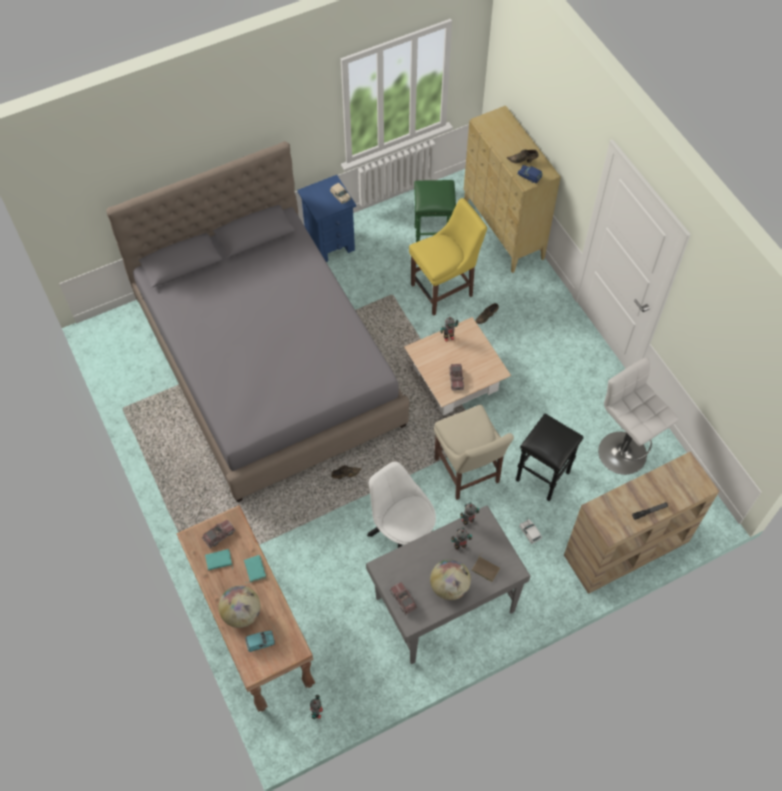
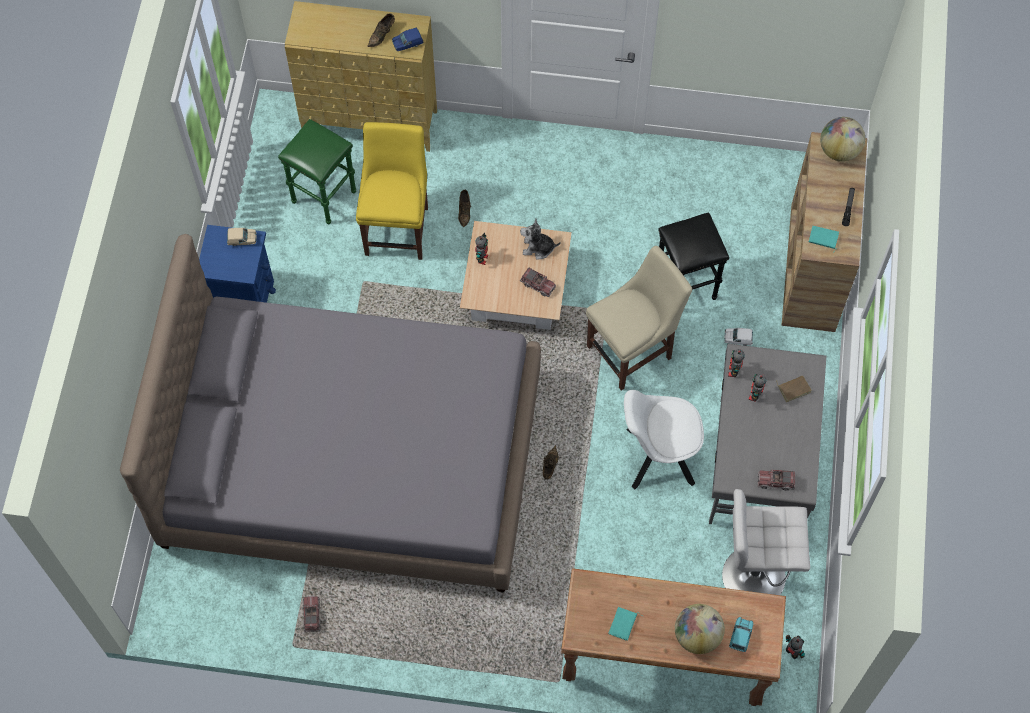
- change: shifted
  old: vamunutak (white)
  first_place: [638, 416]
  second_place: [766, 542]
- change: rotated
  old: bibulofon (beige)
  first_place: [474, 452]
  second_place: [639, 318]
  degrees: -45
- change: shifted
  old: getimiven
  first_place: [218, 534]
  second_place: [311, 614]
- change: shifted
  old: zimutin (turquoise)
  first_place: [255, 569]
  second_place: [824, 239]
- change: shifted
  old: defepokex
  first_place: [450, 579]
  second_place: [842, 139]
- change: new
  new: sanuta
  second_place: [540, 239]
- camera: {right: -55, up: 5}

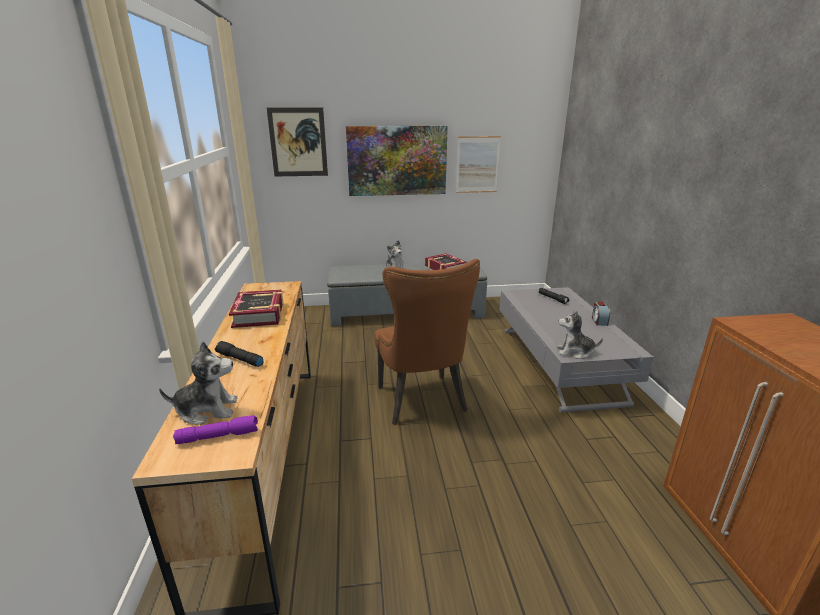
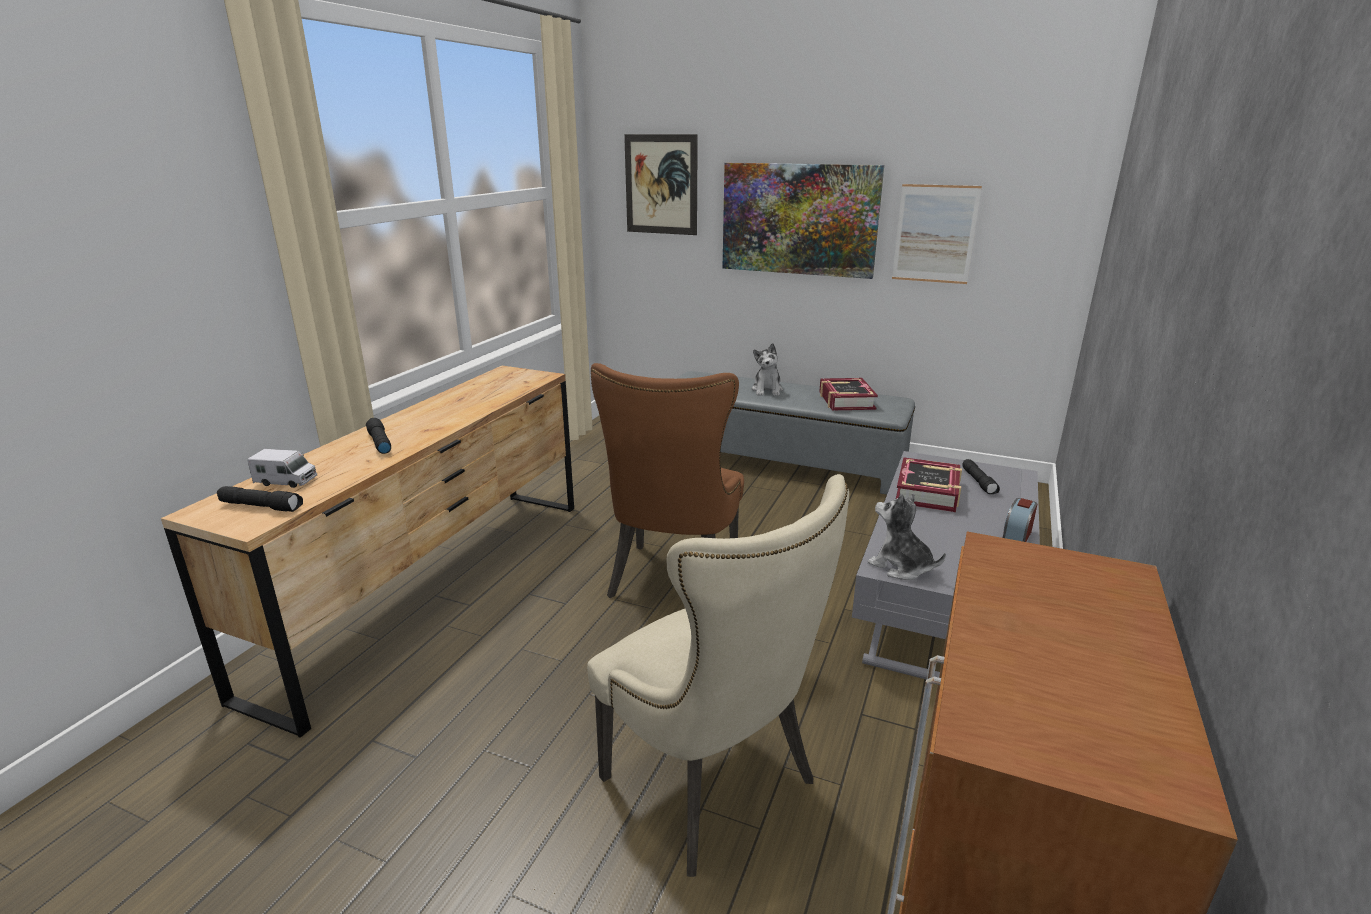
- change: shifted
  old: zimutin
  first_place: [256, 309]
  second_place: [929, 484]
- change: swapped
  old: sanuta
  new: getimiven
  first_place: [198, 383]
  second_place: [282, 468]
- change: repainted
  old: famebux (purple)
  new: famebux (black)
  first_place: [215, 429]
  second_place: [260, 499]
- change: new
  new: bibulofon (beige)
  second_place: [718, 675]
- camera: {right: 30, up: 0}

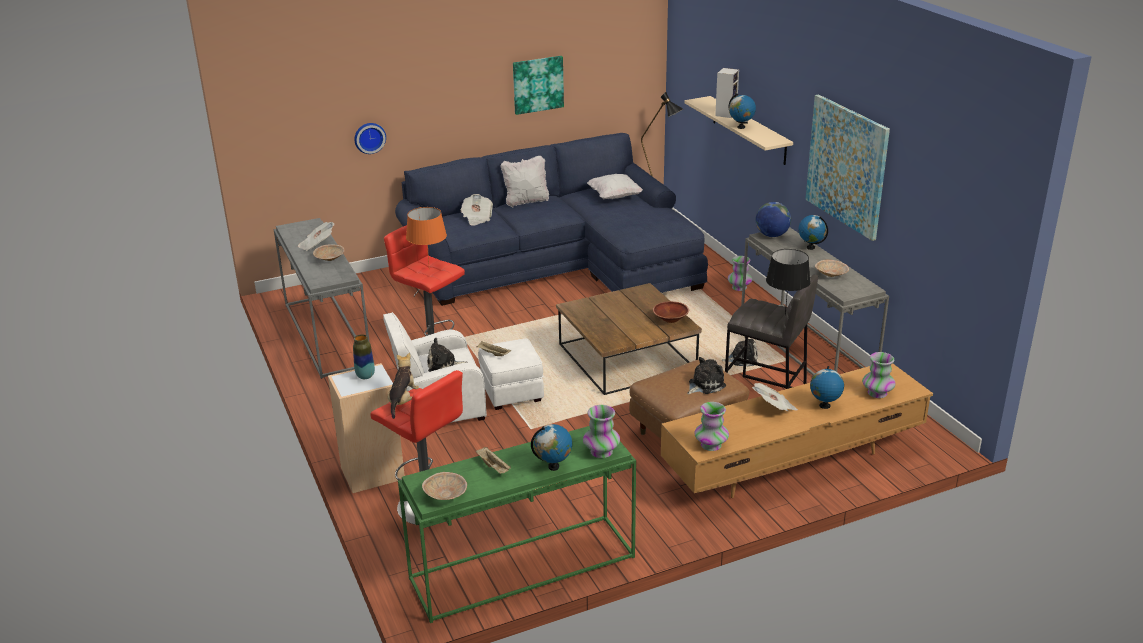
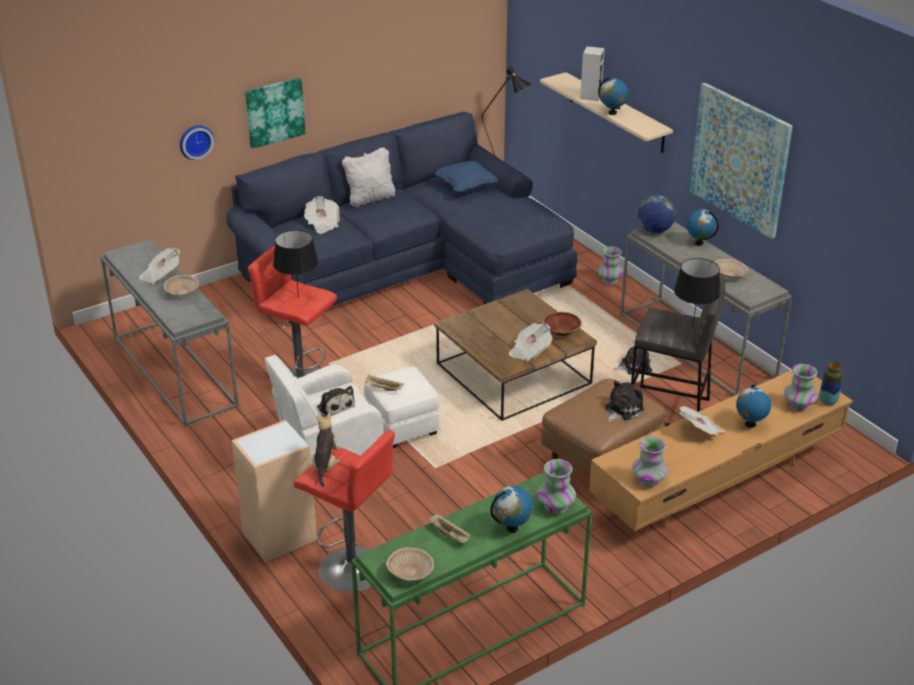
- change: shifted
  old: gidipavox
  first_place: [538, 85]
  second_place: [275, 113]
- change: repainted
  old: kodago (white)
  new: kodago (blue)
  first_place: [615, 186]
  second_place: [466, 177]
- change: repainted
  old: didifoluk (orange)
  new: didifoluk (black)
  first_place: [426, 238]
  second_place: [295, 264]
- change: shifted
  old: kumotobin
  first_place: [364, 356]
  second_place: [831, 384]
- change: rotated
  old: sanuta
  first_place: [447, 355]
  second_place: [336, 401]
  degrees: -105
- change: new
  new: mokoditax
  second_place: [531, 342]
- camera: {right: -10, up: 5}

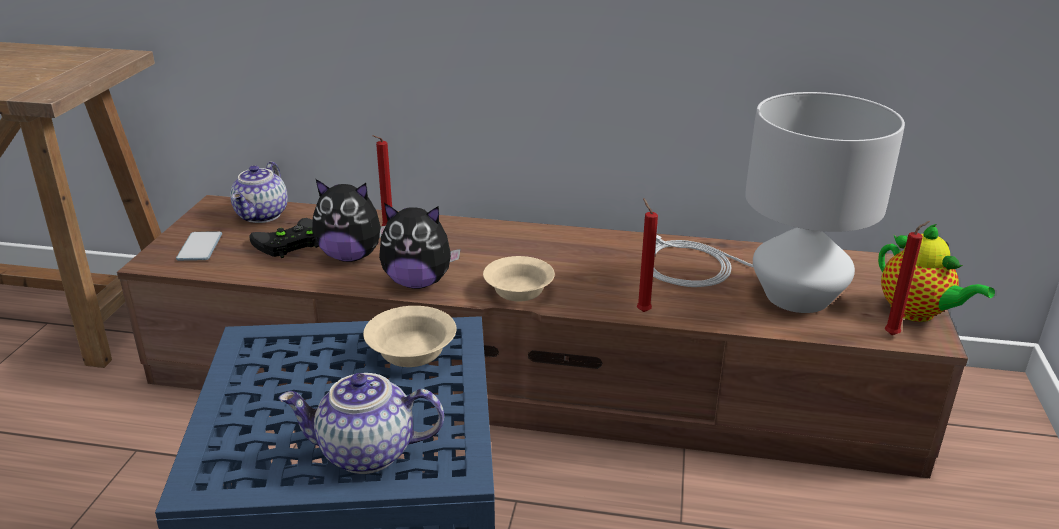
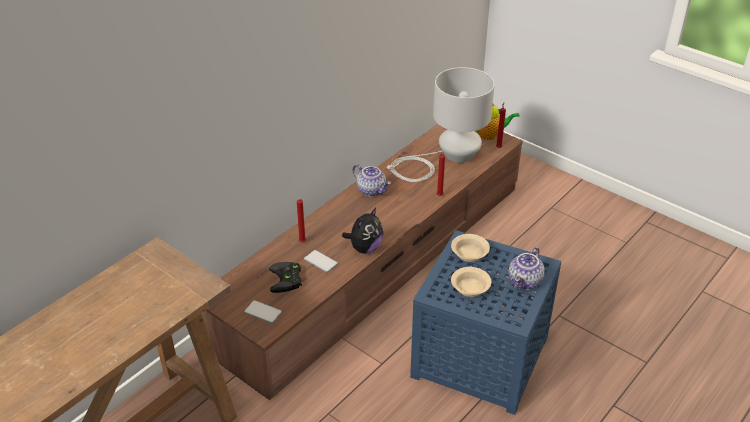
- change: shifted
  old: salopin
  first_place: [259, 192]
  second_place: [371, 180]
- change: swapped
  old: sanuta
  new: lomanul
  first_place: [348, 220]
  second_place: [321, 261]
- change: shifted
  old: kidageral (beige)
  first_place: [519, 278]
  second_place: [471, 282]
- camera: {right: -60, up: 10}

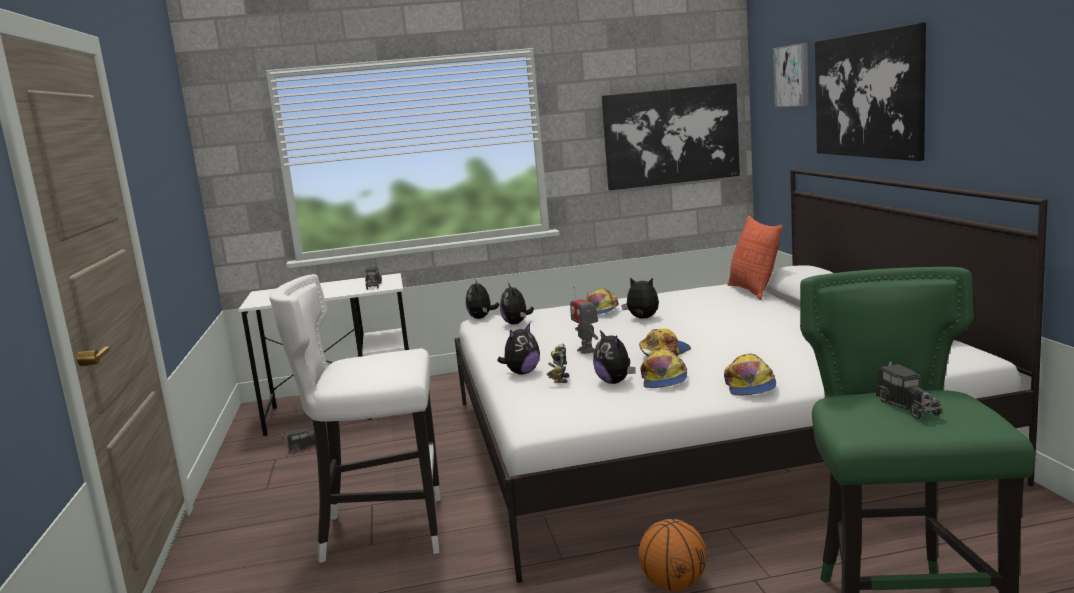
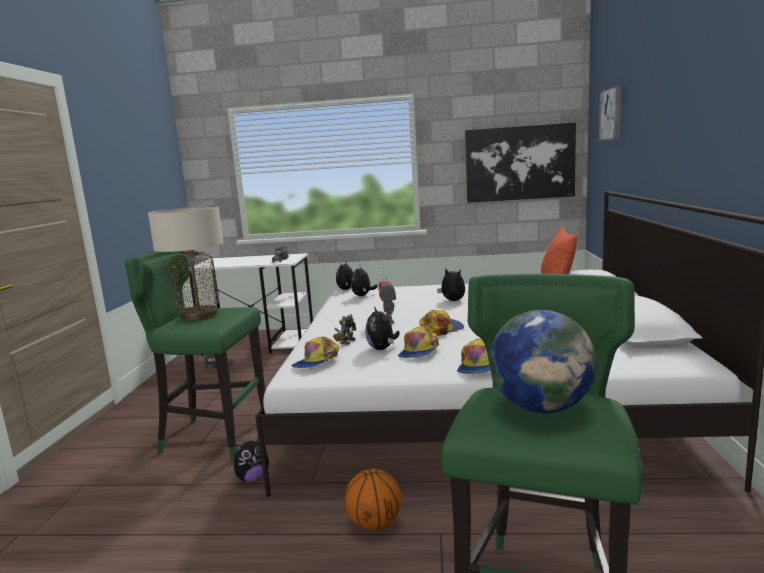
- change: gone
  old: gidipavox
  first_place: [870, 91]
- change: repainted
  old: vamunutak (white)
  new: vamunutak (green)
  first_place: [355, 418]
  second_place: [195, 356]
- change: shifted
  old: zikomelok
  first_place: [602, 302]
  second_place: [315, 352]
- change: shifted
  old: sanuta
  first_place: [518, 349]
  second_place: [251, 461]
- change: swapped
  old: getimiven
  new: defepokex
  first_place: [908, 390]
  second_place: [543, 361]
- change: new
  new: didifoluk
  second_place: [186, 263]
- camera: {right: 15, up: 0}

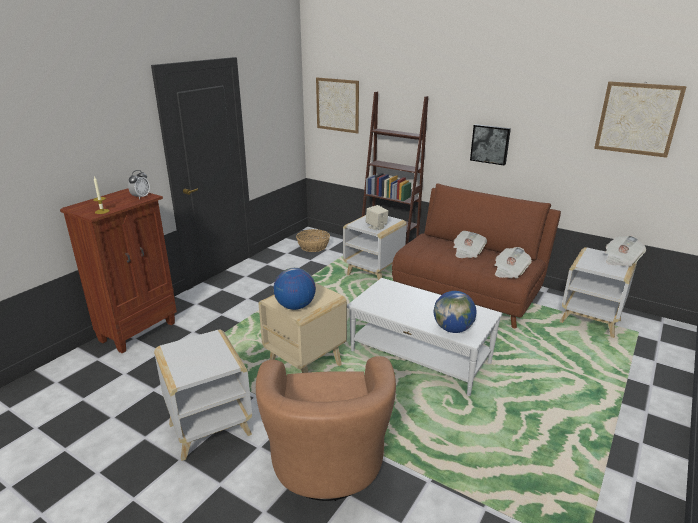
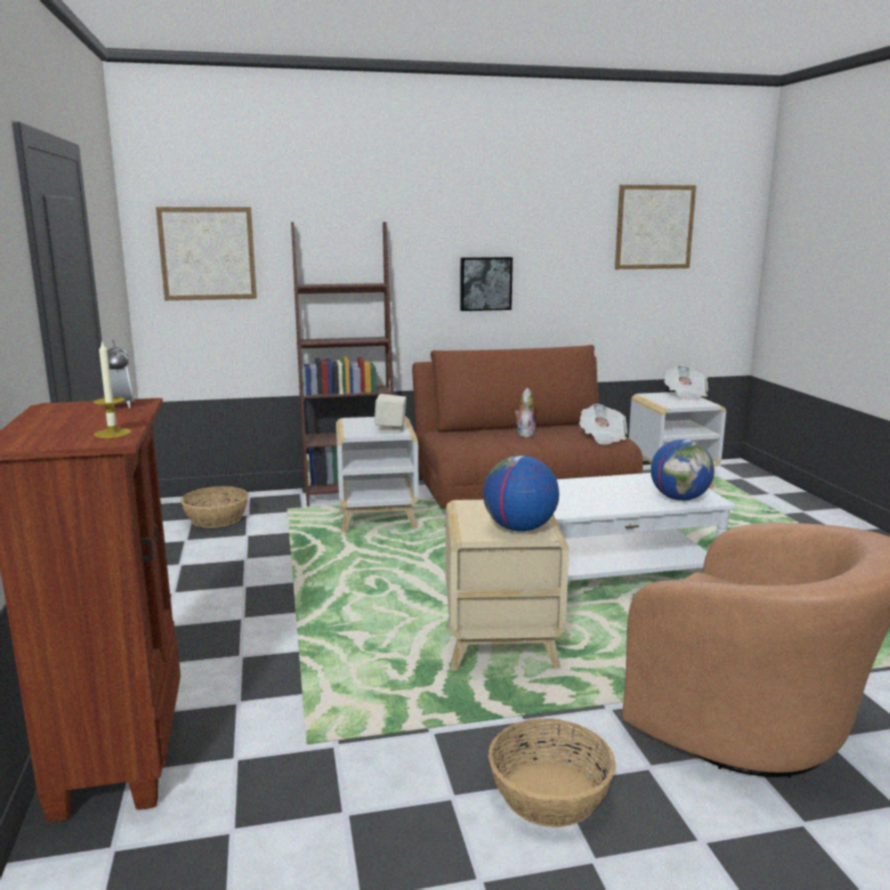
- change: swapped
  old: mokoditax
  new: sanuta
  first_place: [470, 244]
  second_place: [525, 412]
- change: swapped
  old: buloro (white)
  new: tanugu
  first_place: [203, 395]
  second_place: [551, 772]
- camera: {right: -45, up: -10}

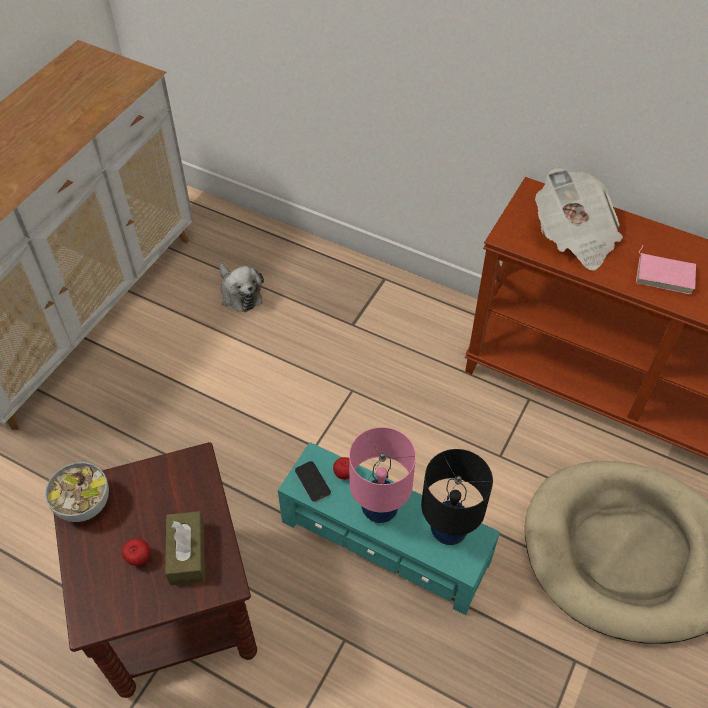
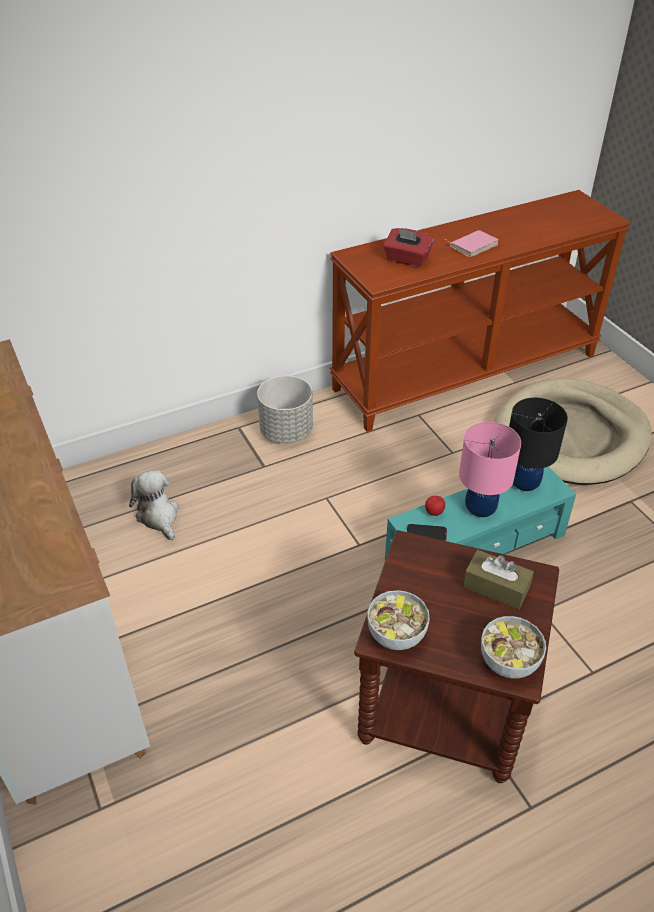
- change: swapped
  old: mokoditax
  new: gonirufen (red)
  first_place: [579, 218]
  second_place: [408, 247]
- change: rotated
  old: sanuta
  first_place: [241, 287]
  second_place: [154, 505]
  degrees: -120
- change: gone
  old: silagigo
  first_place: [136, 552]
- change: new
  new: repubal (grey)
  second_place: [285, 409]
- change: new
  new: kidageral
  second_place: [513, 647]
- camera: {right: -55, up: -10}

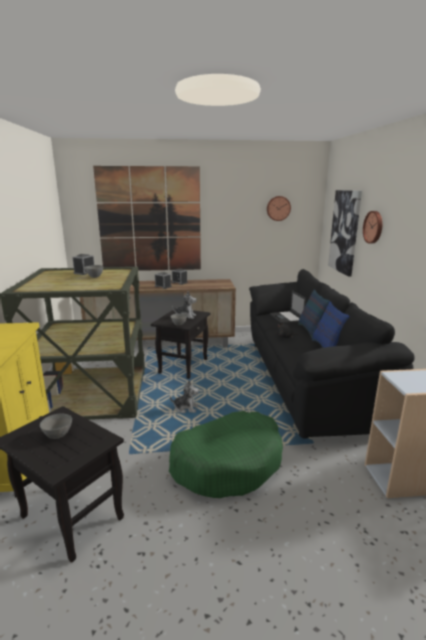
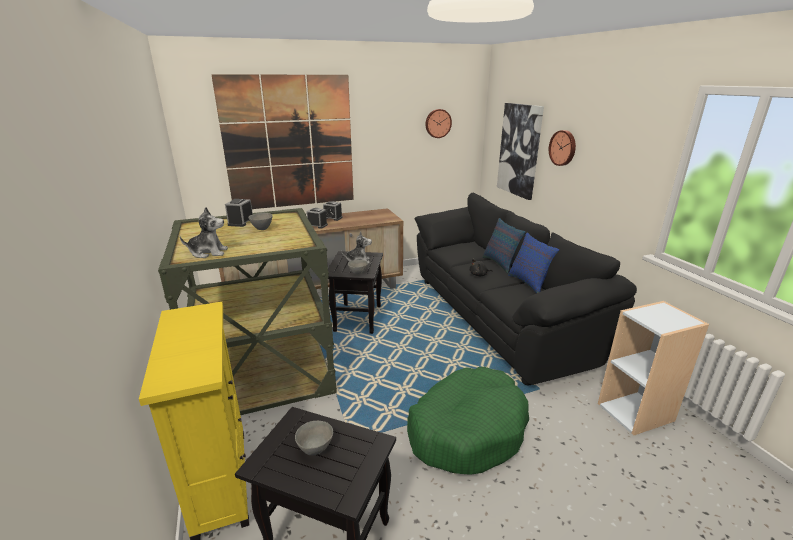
- change: gone
  old: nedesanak
  first_place: [288, 306]
- change: shifted
  old: sanuta
  first_place: [184, 396]
  second_place: [204, 232]
- camera: {right: -15, up: 5}

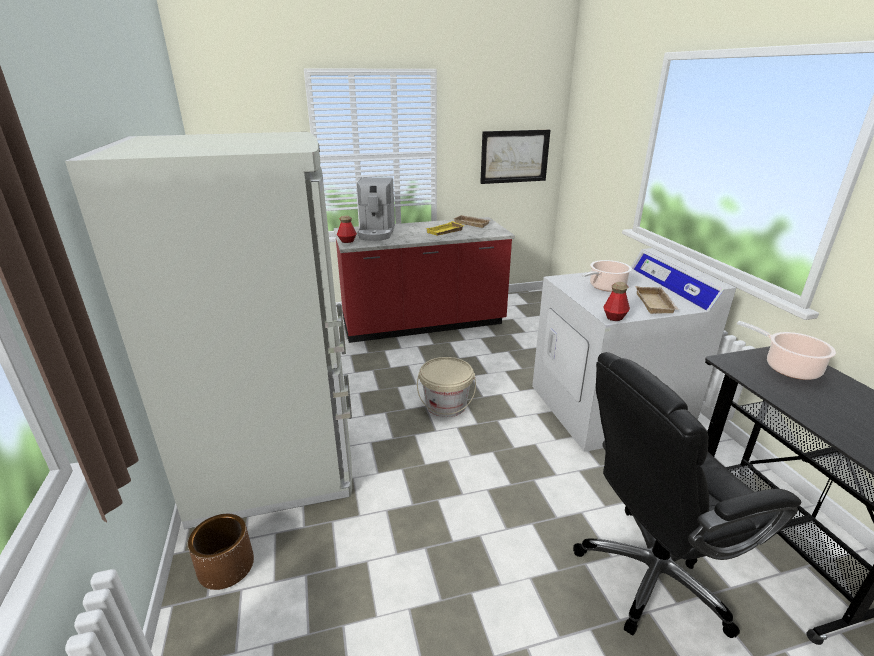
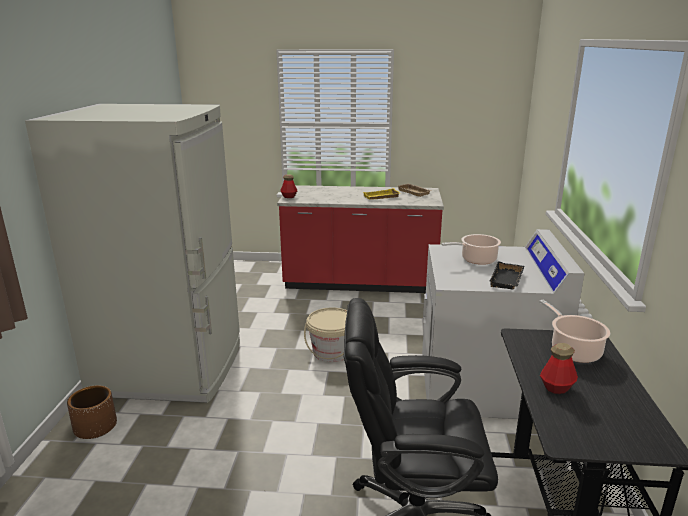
- change: gone
  old: gidipavox
  first_place: [515, 157]
- change: gone
  old: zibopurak
  first_place: [376, 209]
- change: shifted
  old: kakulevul
  first_place: [617, 301]
  second_place: [559, 368]
- change: repainted
  old: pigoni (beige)
  new: pigoni (black)
  first_place: [657, 300]
  second_place: [507, 275]
- camera: {right: 20, up: -5}

